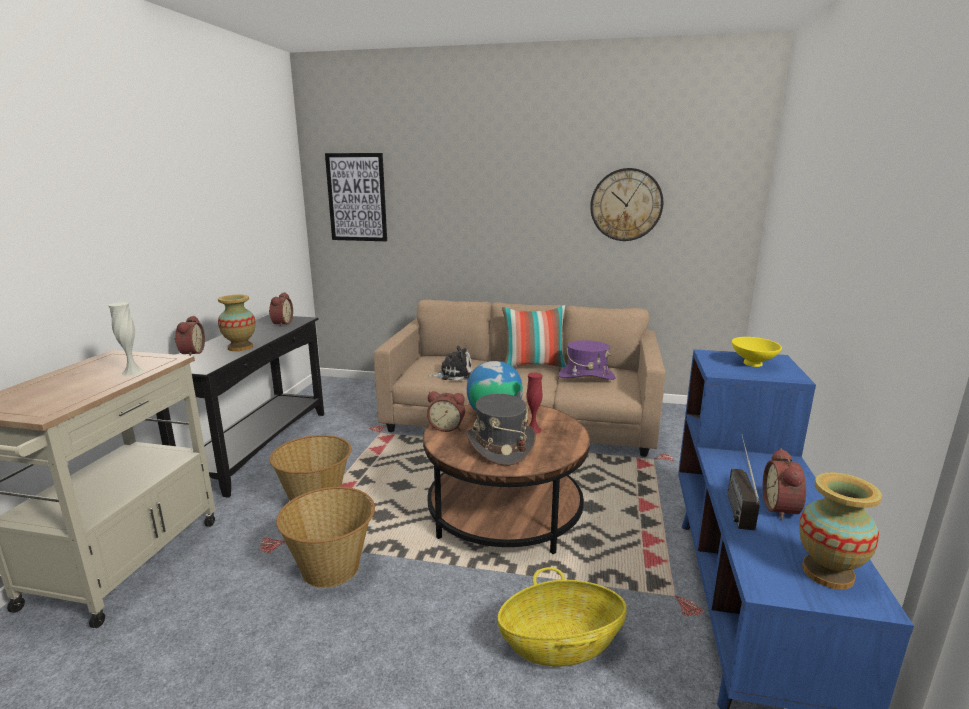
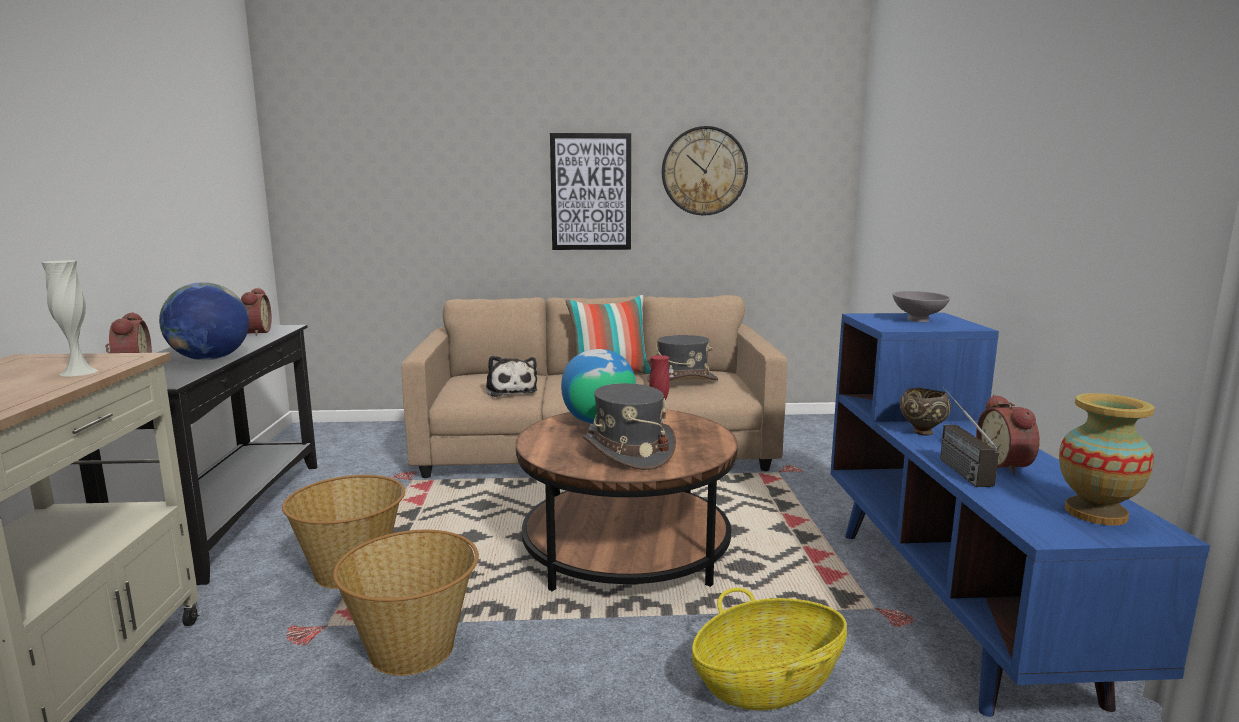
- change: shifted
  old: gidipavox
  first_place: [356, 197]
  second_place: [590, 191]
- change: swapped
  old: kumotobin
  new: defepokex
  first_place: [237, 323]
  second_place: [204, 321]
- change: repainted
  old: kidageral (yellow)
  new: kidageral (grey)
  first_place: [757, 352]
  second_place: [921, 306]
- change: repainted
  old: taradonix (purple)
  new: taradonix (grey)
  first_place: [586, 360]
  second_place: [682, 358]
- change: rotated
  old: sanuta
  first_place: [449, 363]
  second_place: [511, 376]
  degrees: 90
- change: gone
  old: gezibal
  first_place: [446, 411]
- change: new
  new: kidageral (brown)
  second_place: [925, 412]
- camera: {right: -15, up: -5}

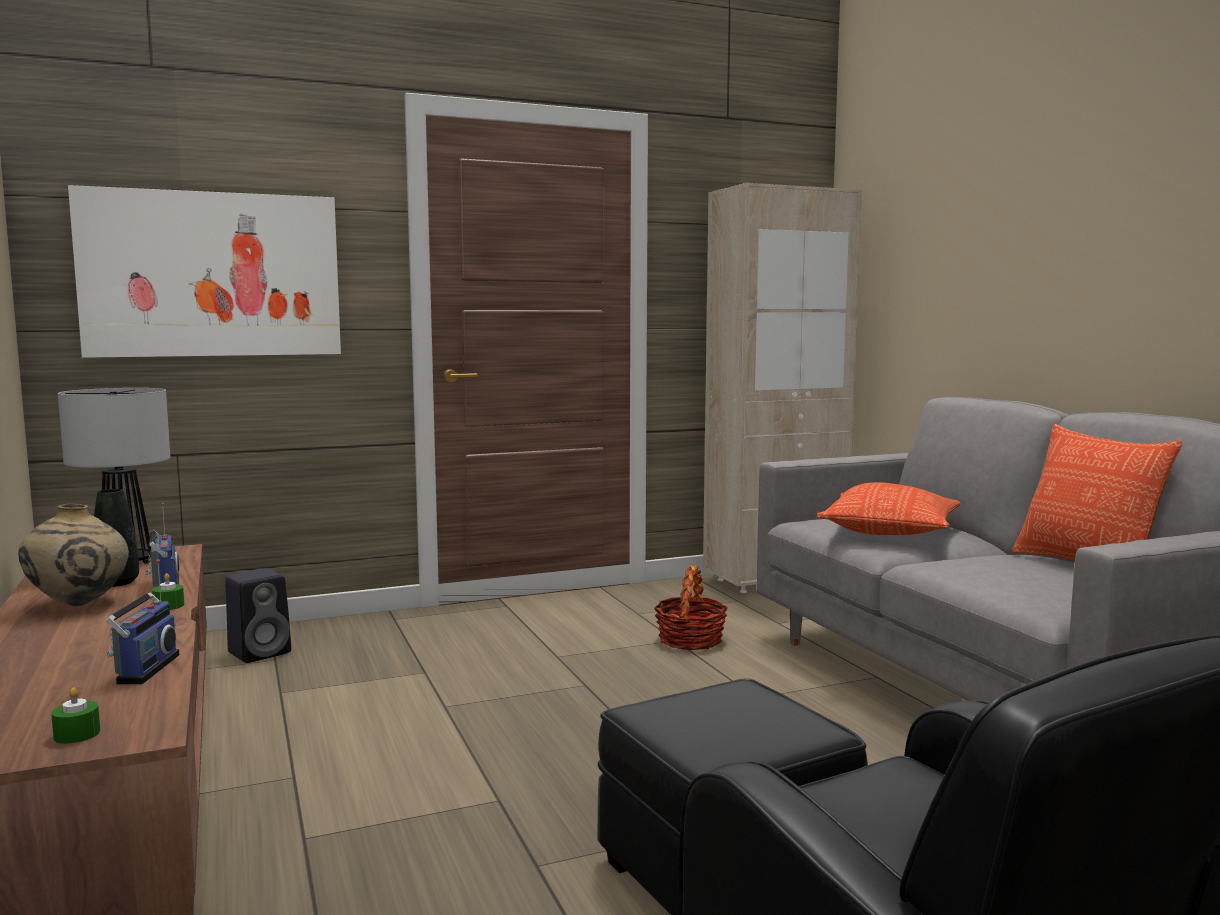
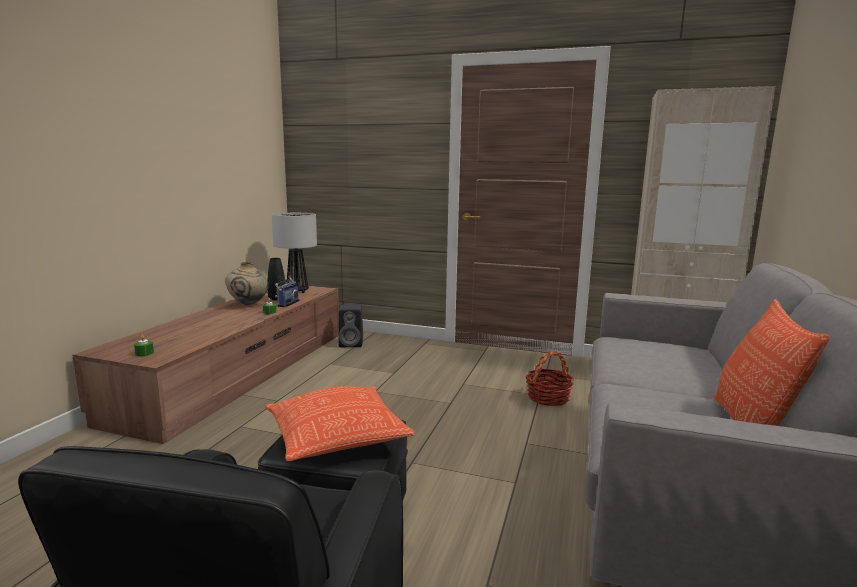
- change: gone
  old: gidipavox
  first_place: [204, 271]
- change: shifted
  old: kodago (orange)
  first_place: [888, 508]
  second_place: [340, 423]
- change: gone
  old: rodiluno
  first_place: [142, 621]
- camera: {right: 40, up: 5}

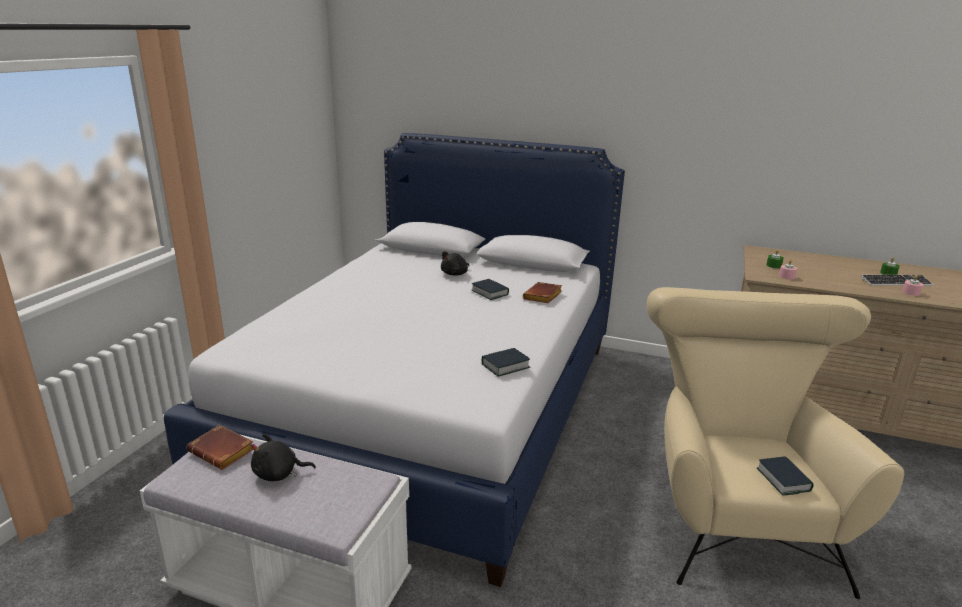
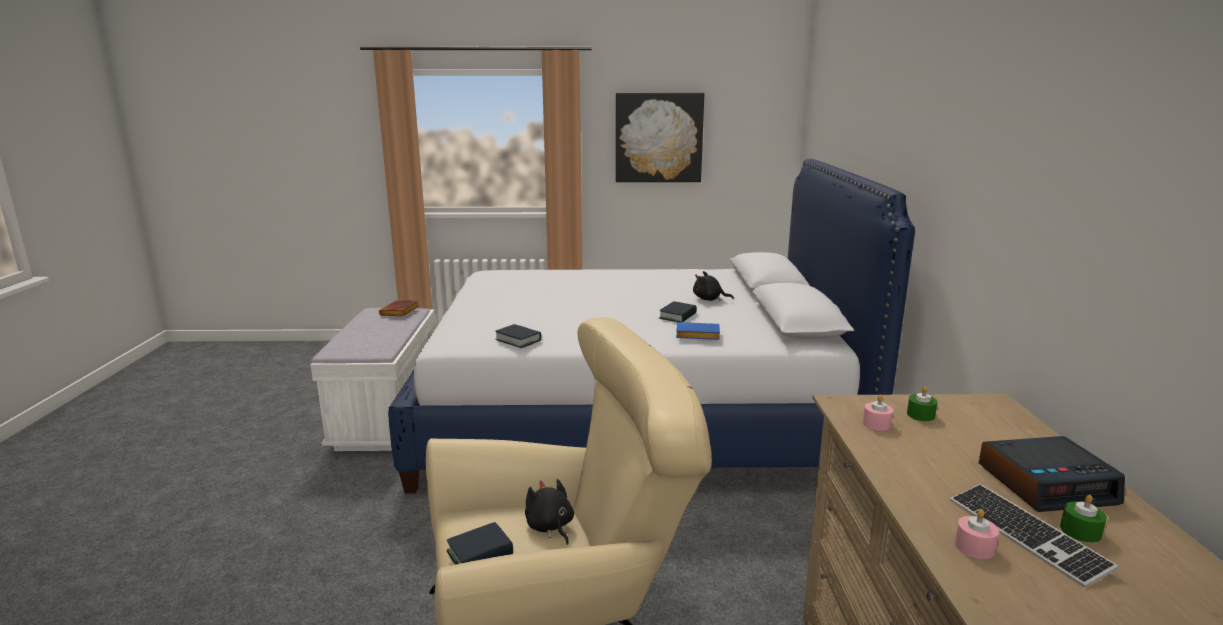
- change: repainted
  old: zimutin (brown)
  new: zimutin (blue)
  first_place: [542, 292]
  second_place: [698, 331]
- change: shifted
  old: sanuta (black)
  first_place: [283, 457]
  second_place: [549, 512]
- change: new
  new: gidipavox
  second_place: [660, 137]
- change: new
  new: gezibal
  second_place: [1052, 474]
- camera: {right: 70, up: -5}

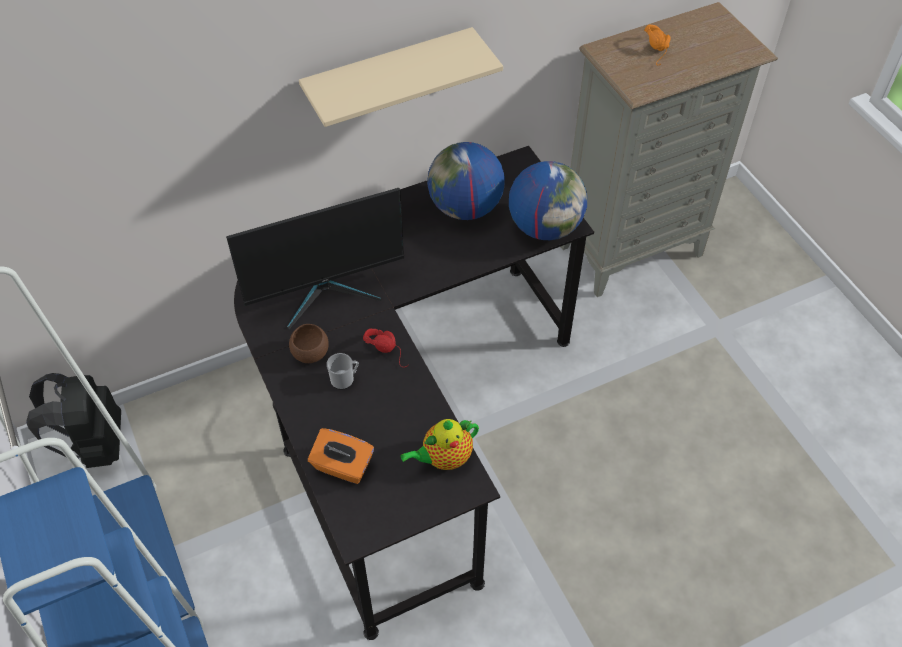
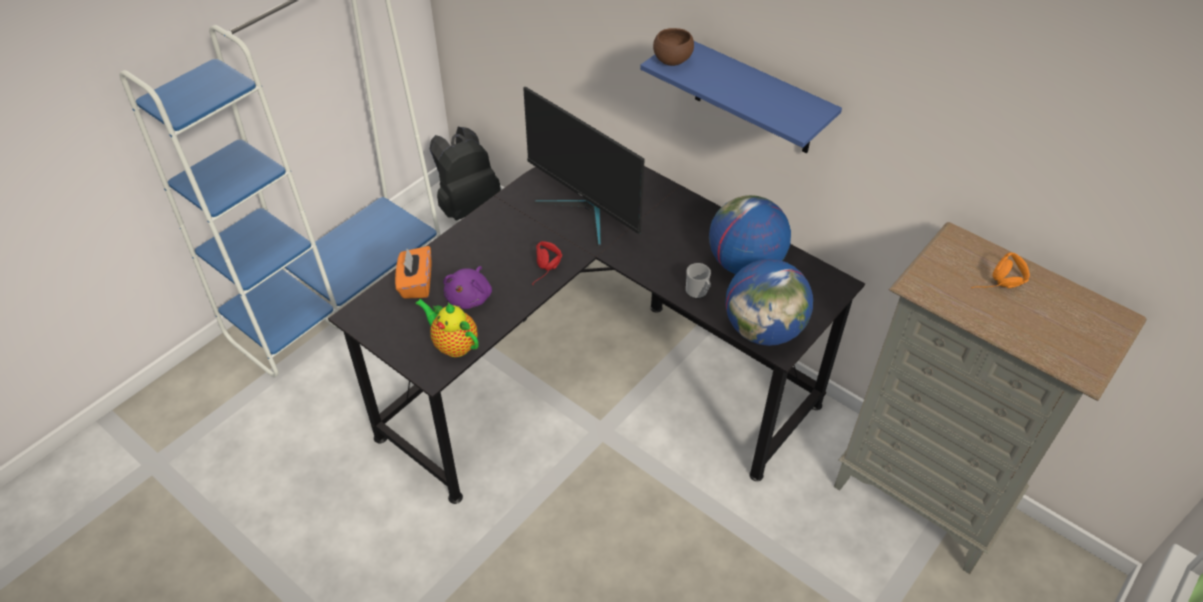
- change: repainted
  old: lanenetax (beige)
  new: lanenetax (blue)
  first_place: [401, 77]
  second_place: [741, 97]
- change: shifted
  old: kidageral (brown)
  first_place: [309, 343]
  second_place: [673, 47]
- change: shifted
  old: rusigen
  first_place: [343, 371]
  second_place: [698, 281]
- change: new
  new: sanuta (purple)
  second_place: [467, 287]
- camera: {right: 65, up: -5}

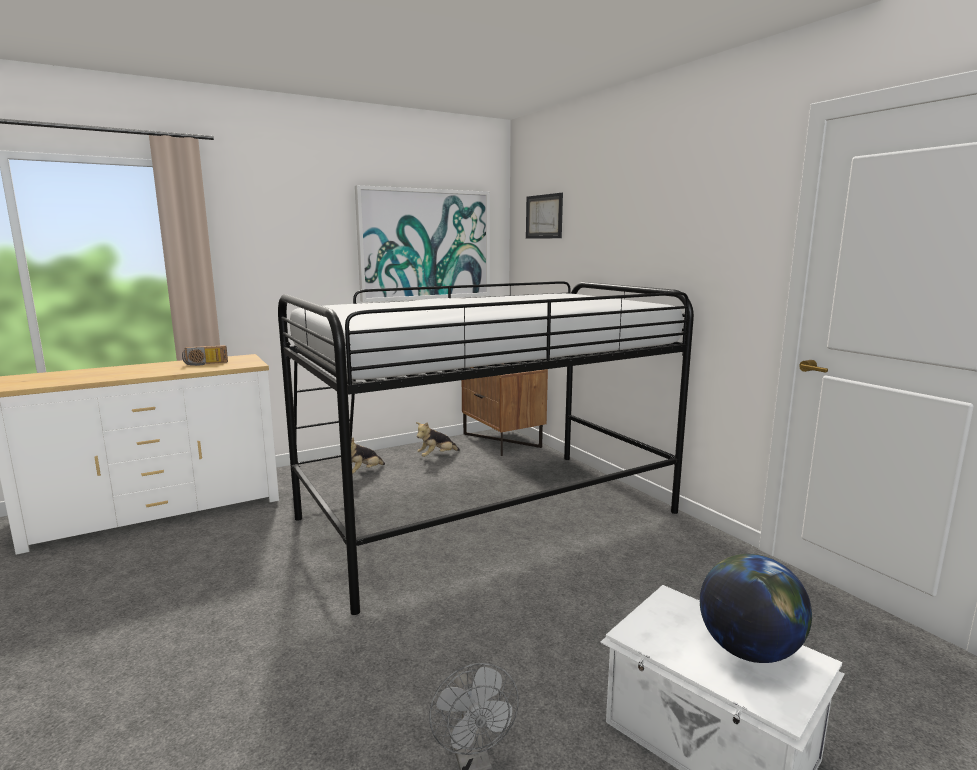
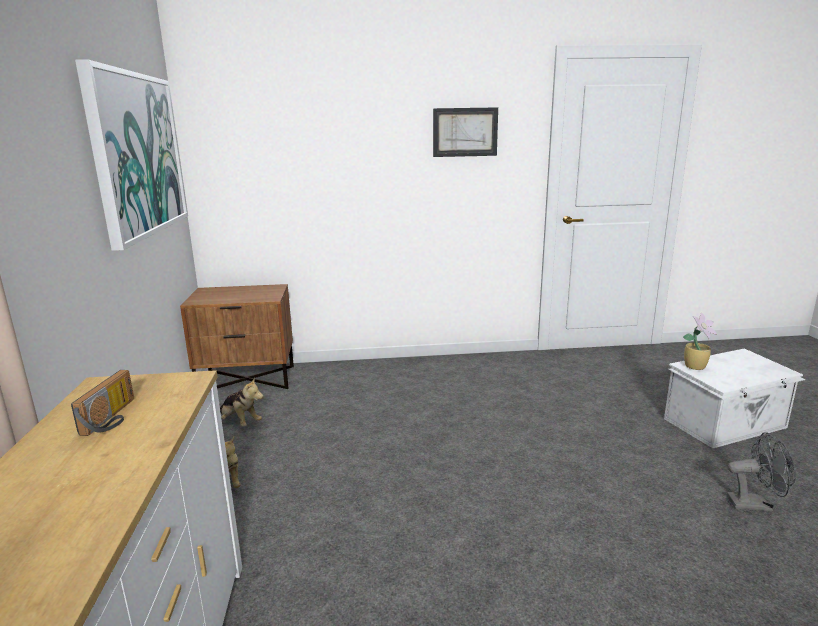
- change: shifted
  old: gidipavox
  first_place: [544, 216]
  second_place: [465, 132]
- change: gone
  old: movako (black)
  first_place: [486, 448]
- change: rotated
  old: sanuta
  first_place: [438, 439]
  second_place: [242, 401]
  degrees: -45
- change: gone
  old: defepokex
  first_place: [756, 608]
- change: new
  new: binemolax
  second_place: [700, 341]
- camera: {right: -65, up: 5}

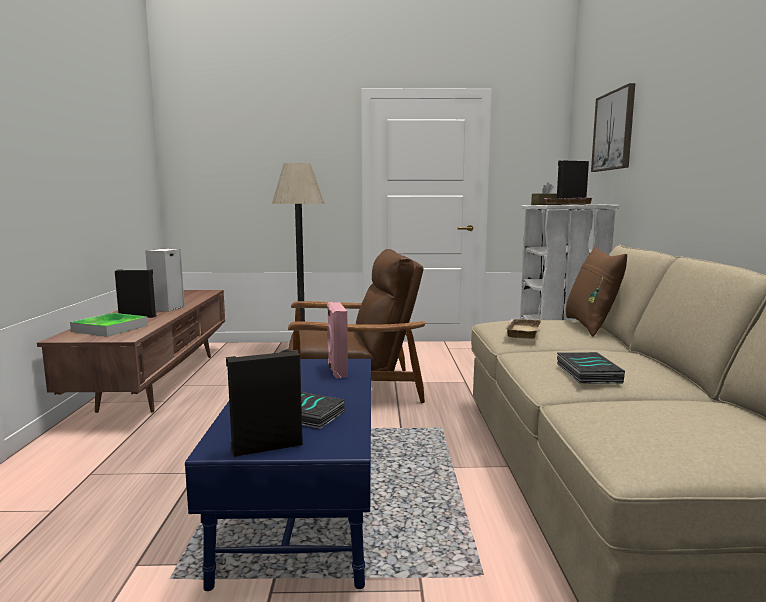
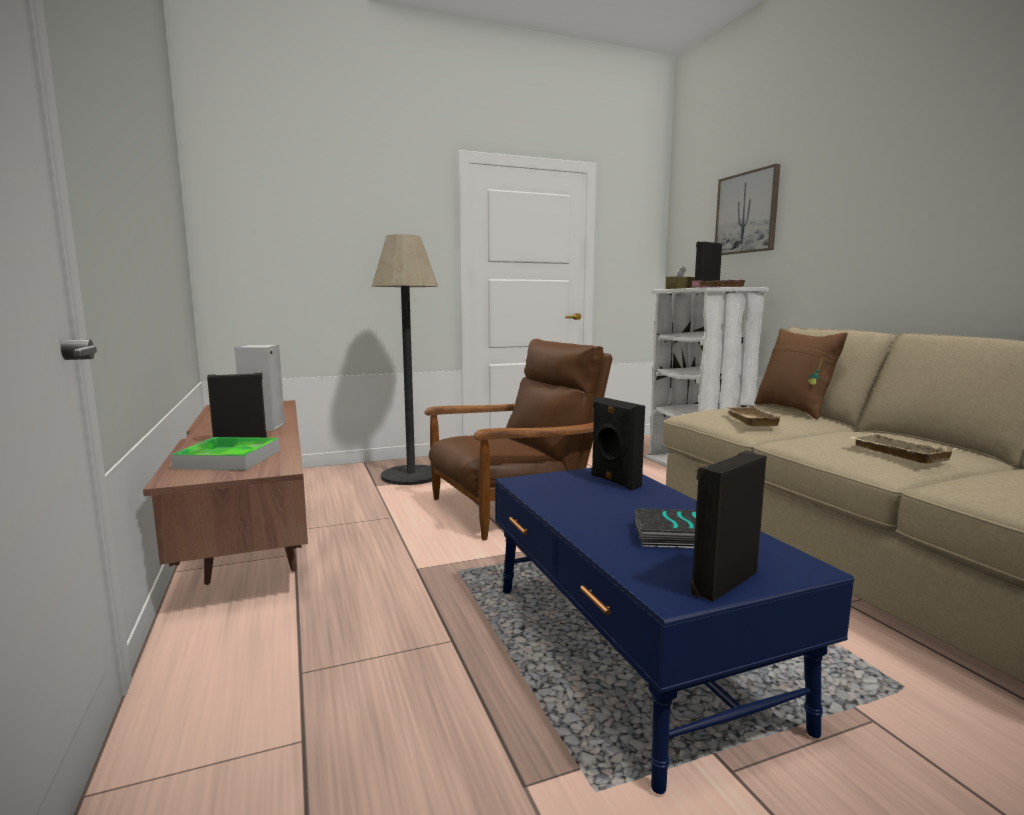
- change: repainted
  old: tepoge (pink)
  new: tepoge (black)
  first_place: [337, 340]
  second_place: [618, 443]
- change: swapped
  old: zimutin
  new: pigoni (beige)
  first_place: [591, 368]
  second_place: [903, 448]
- camera: {right: -20, up: 0}

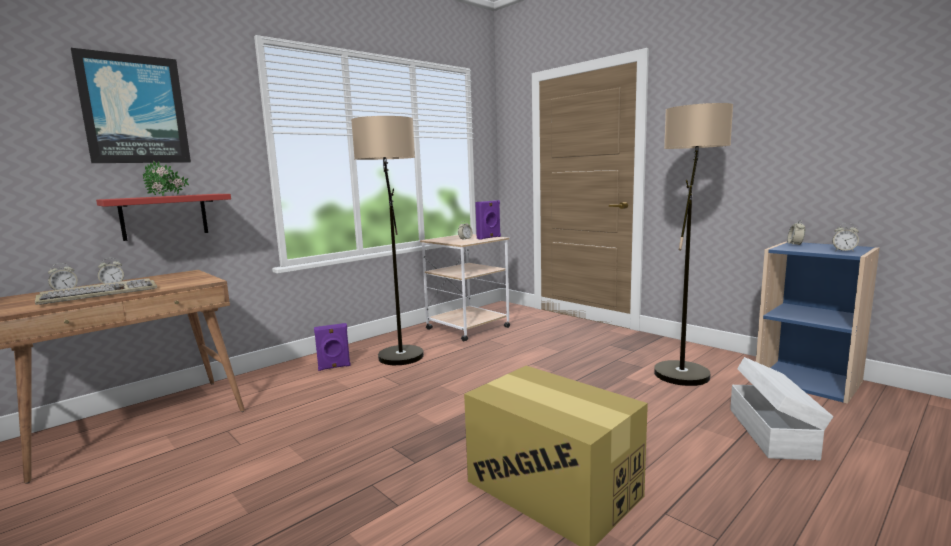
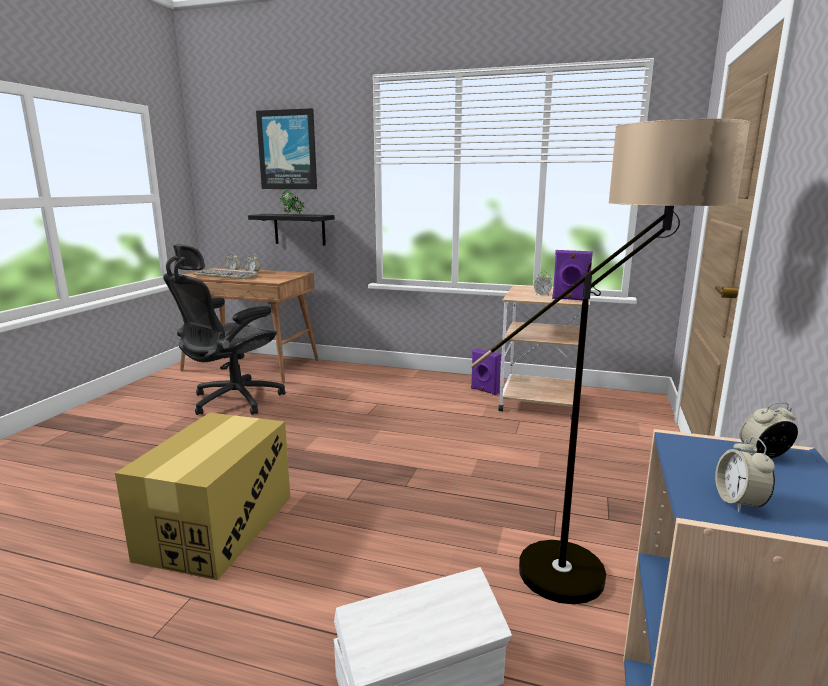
- change: gone
  old: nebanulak
  first_place: [387, 240]
- change: repainted
  old: lanenetax (red)
  new: lanenetax (black)
  first_place: [163, 217]
  second_place: [291, 229]
- change: shifted
  old: tepoge (purple)
  first_place: [332, 347]
  second_place: [486, 371]
- change: new
  new: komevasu
  second_place: [224, 329]
- camera: {right: 60, up: 5}

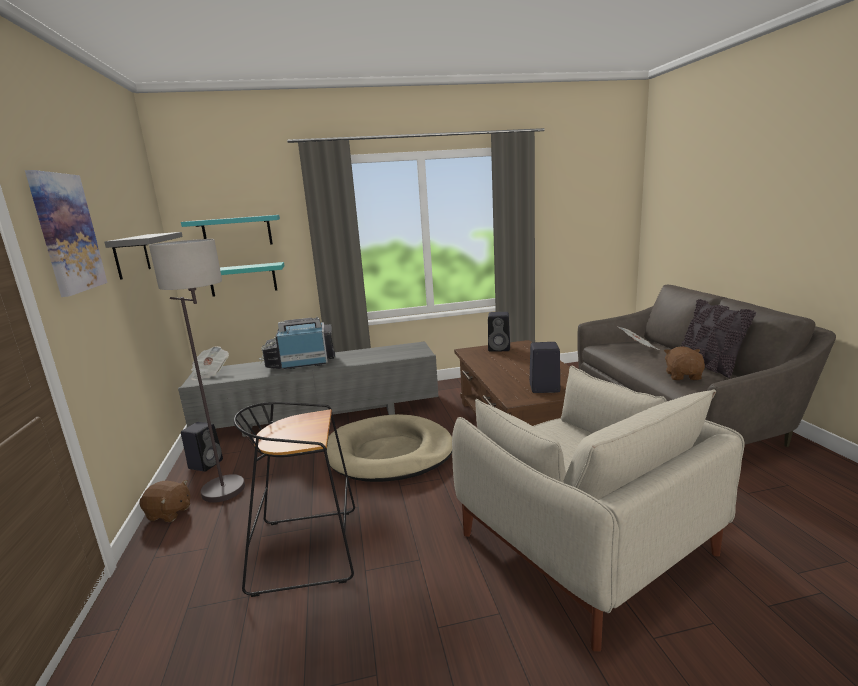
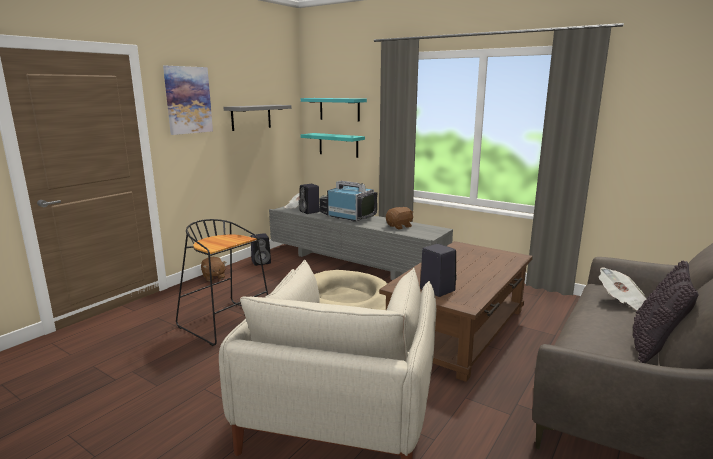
- change: gone
  old: nebanulak (grey)
  first_place: [197, 371]
- change: shifted
  old: tepoge (black)
  first_place: [499, 332]
  second_place: [309, 199]
- change: shifted
  old: sanuta (brown)
  first_place: [684, 363]
  second_place: [399, 218]
- camera: {right: 45, up: 0}

